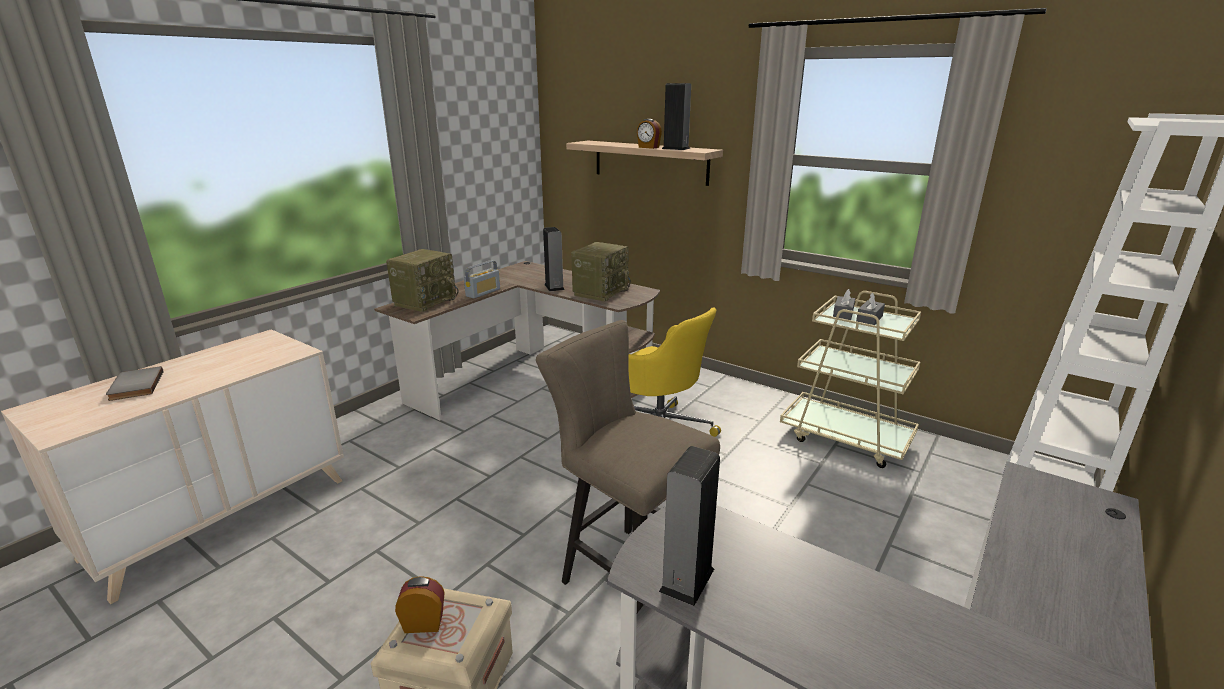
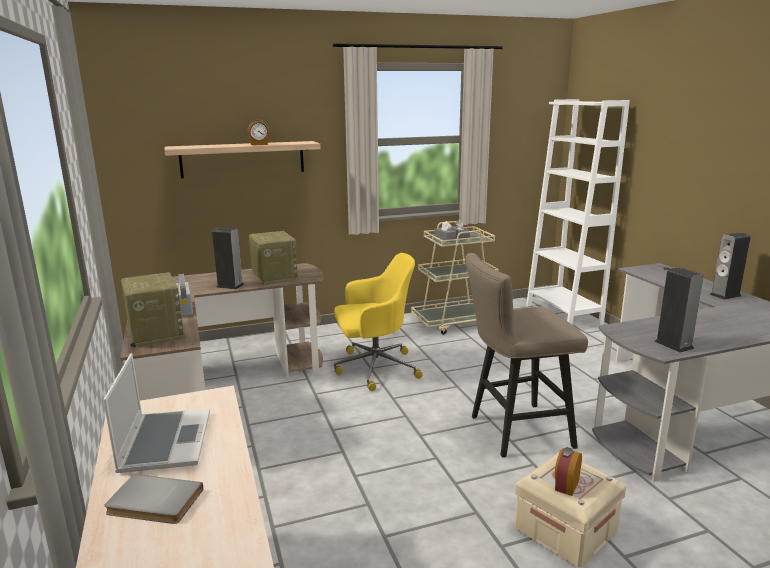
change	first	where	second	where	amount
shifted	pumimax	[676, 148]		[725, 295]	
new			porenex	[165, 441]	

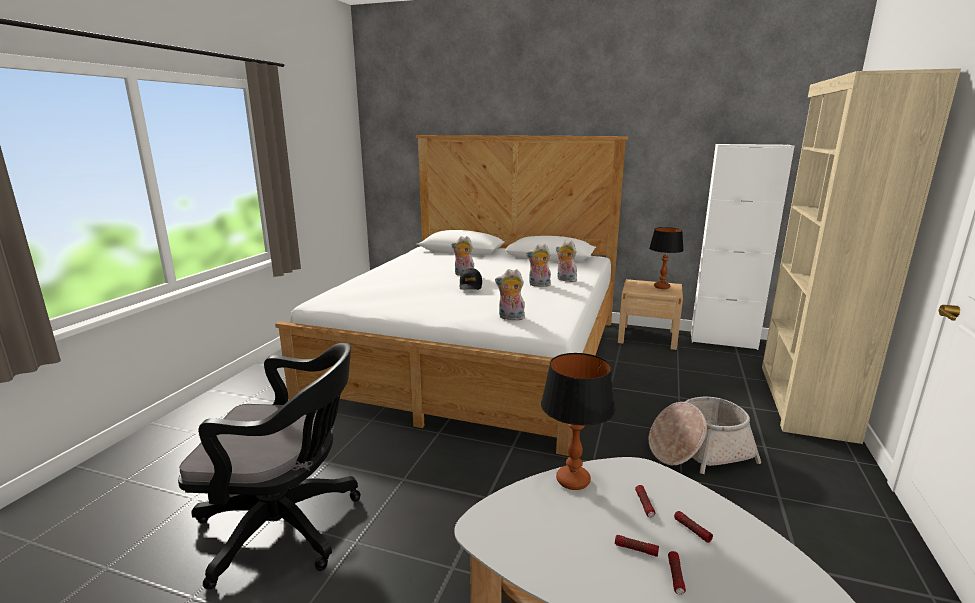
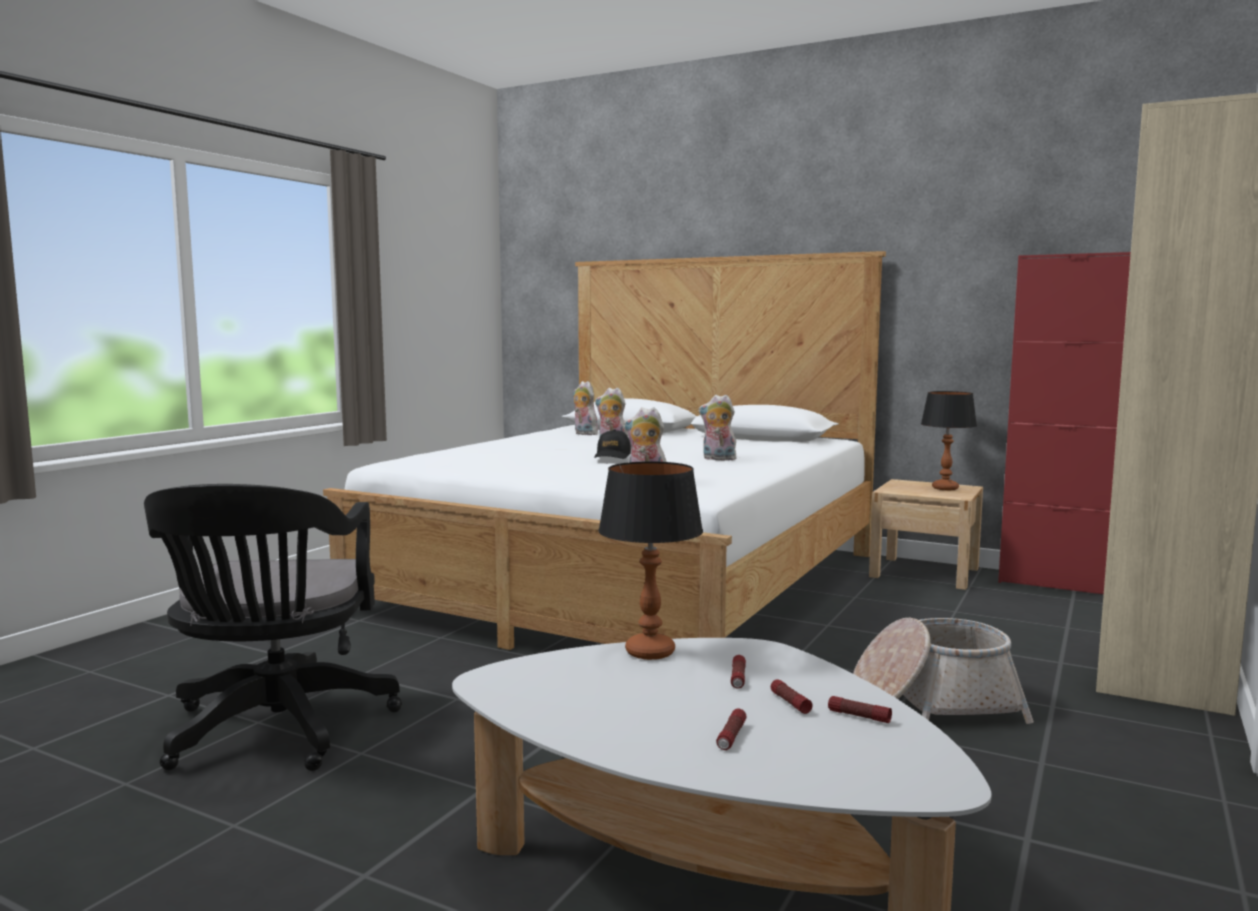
change	first	where	second	where	amount
repainted	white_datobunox	[723, 341]	red_datobunox	[1056, 583]	
shifted	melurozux	[565, 280]		[584, 434]	
rotated	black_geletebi	[287, 527]		[276, 732]	75 degrees clockwise
shifted	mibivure	[636, 549]		[859, 716]	

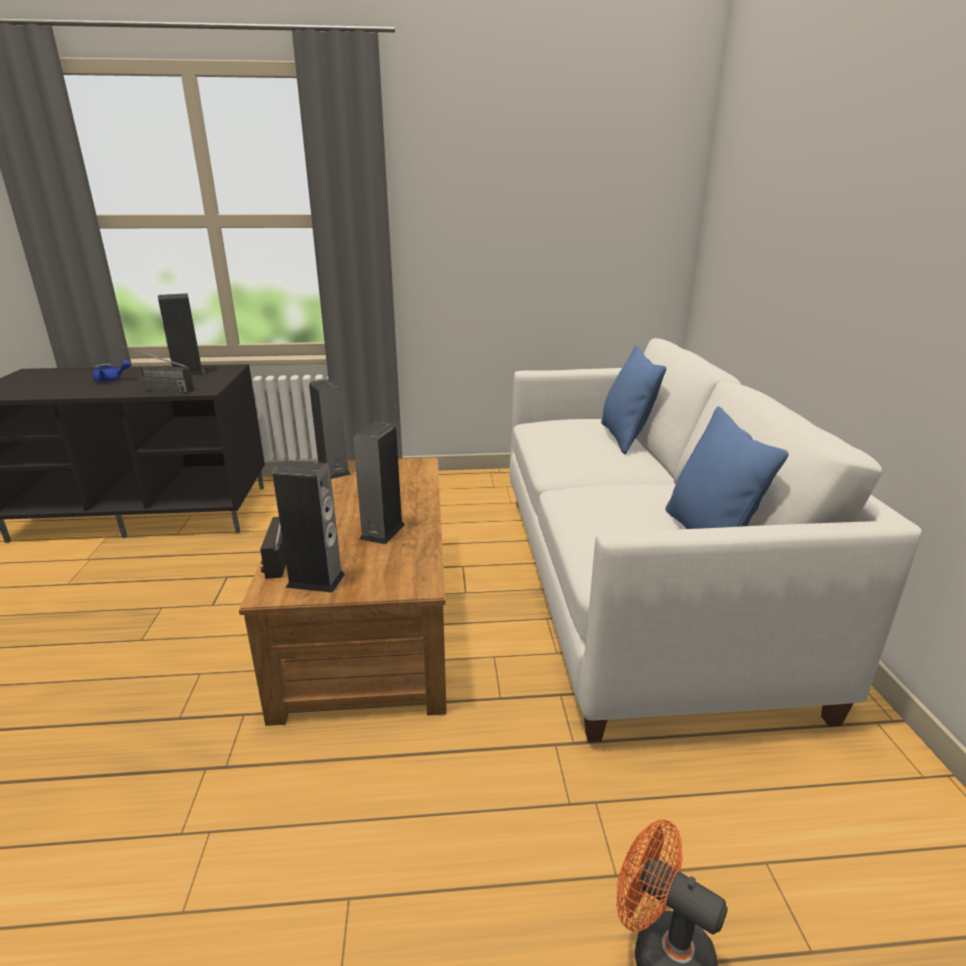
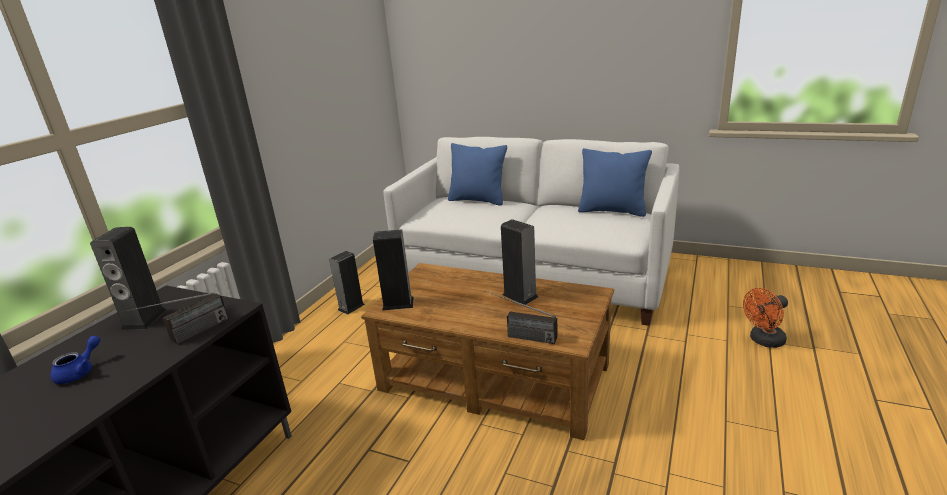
change	first	where	second	where	amount
shifted	pumimax	[315, 580]		[351, 307]	

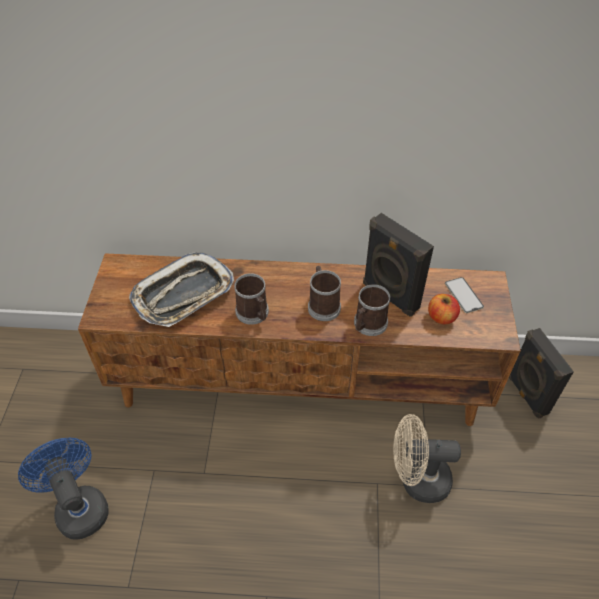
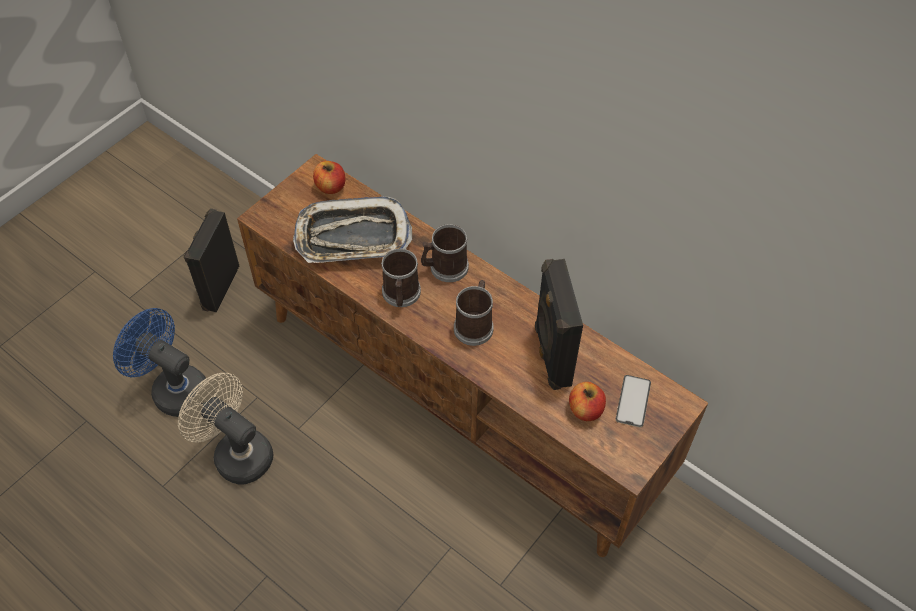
change	first	where	second	where	amount
shifted	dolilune	[368, 325]		[444, 268]	
shifted	black_pumimax	[526, 395]		[219, 287]	
shifted	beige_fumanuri	[417, 480]		[236, 453]	
rotated	blue_fumanuri	[79, 506]		[173, 388]	60 degrees counterclockwise
new			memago	[331, 187]	

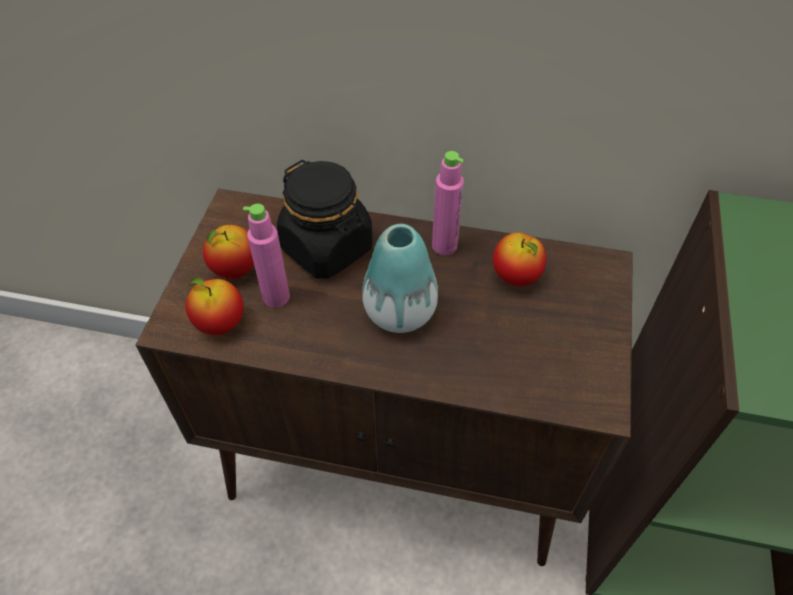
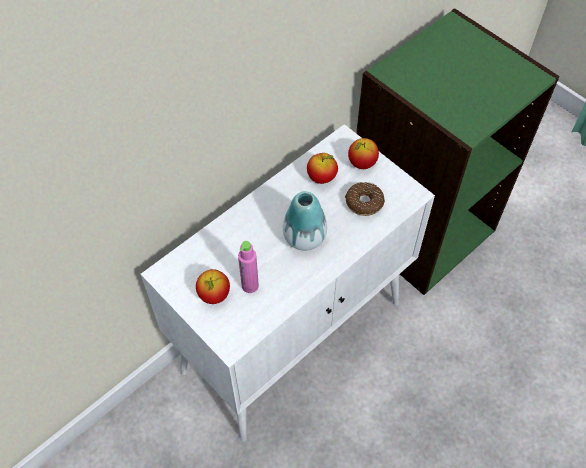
change	first	where	second	where	amount
gone	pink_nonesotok	[444, 245]			
gone	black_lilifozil	[327, 248]			
repainted	brown_datobunox	[400, 466]	white_datobunox	[294, 335]	
shifted	memago	[220, 323]		[362, 163]	
new			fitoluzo	[364, 202]	

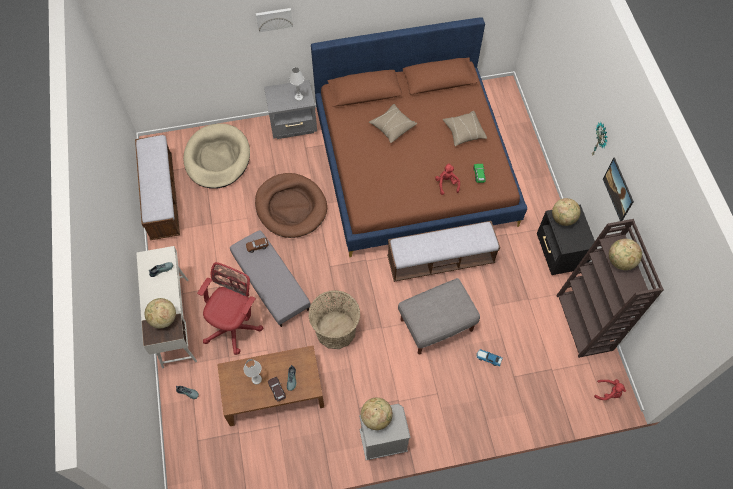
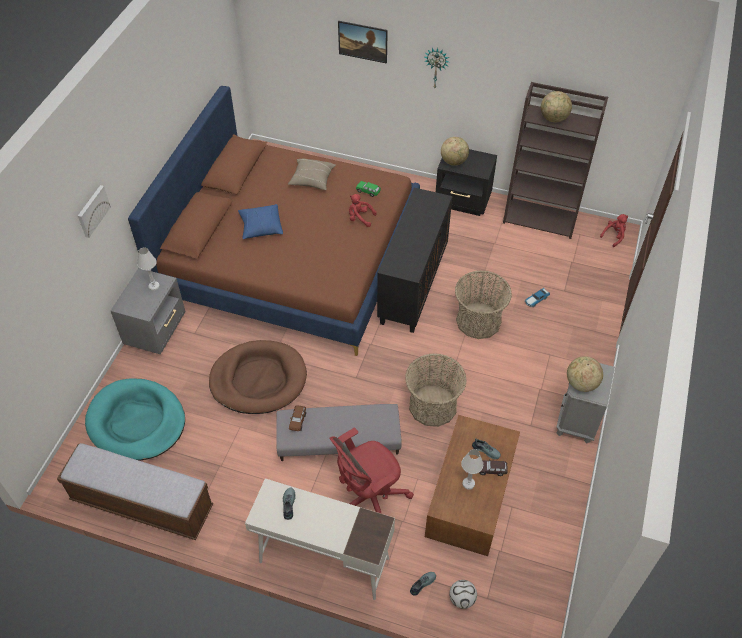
change	first	where	second	where	amount
repainted	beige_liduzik	[392, 127]	blue_liduzik	[261, 227]	
repainted	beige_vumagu	[217, 158]	turquoise_vumagu	[137, 422]	
shifted	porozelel	[615, 194]		[363, 49]	
swapped	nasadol	[440, 261]	black_datobunox	[412, 286]	
rotated	red_geletebi	[235, 325]		[368, 498]	90 degrees counterclockwise
swapped	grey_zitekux	[437, 324]	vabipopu	[478, 321]	
gone	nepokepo	[163, 319]			
new			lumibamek	[462, 599]	

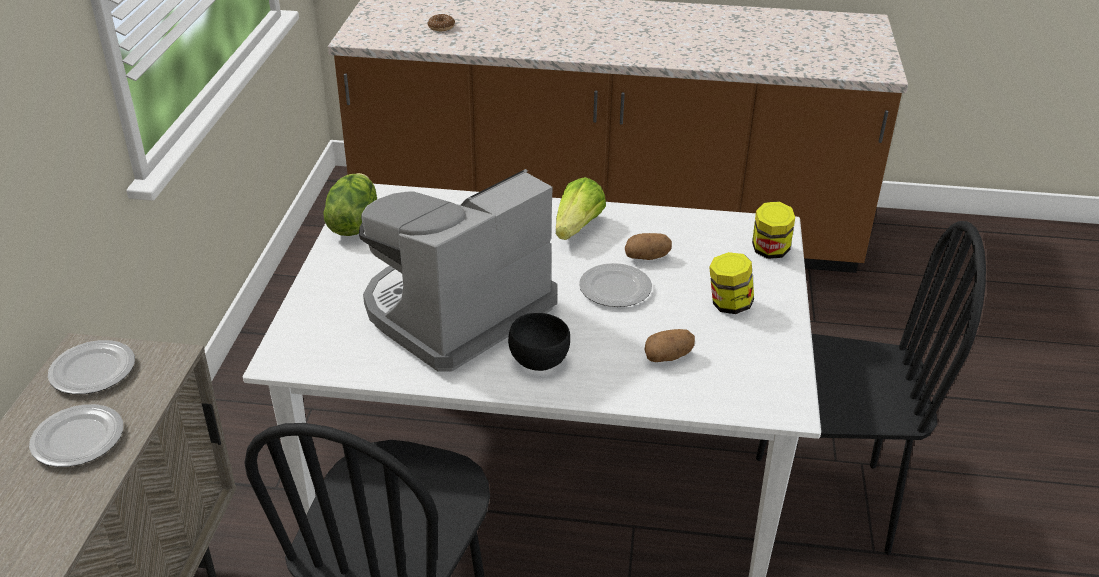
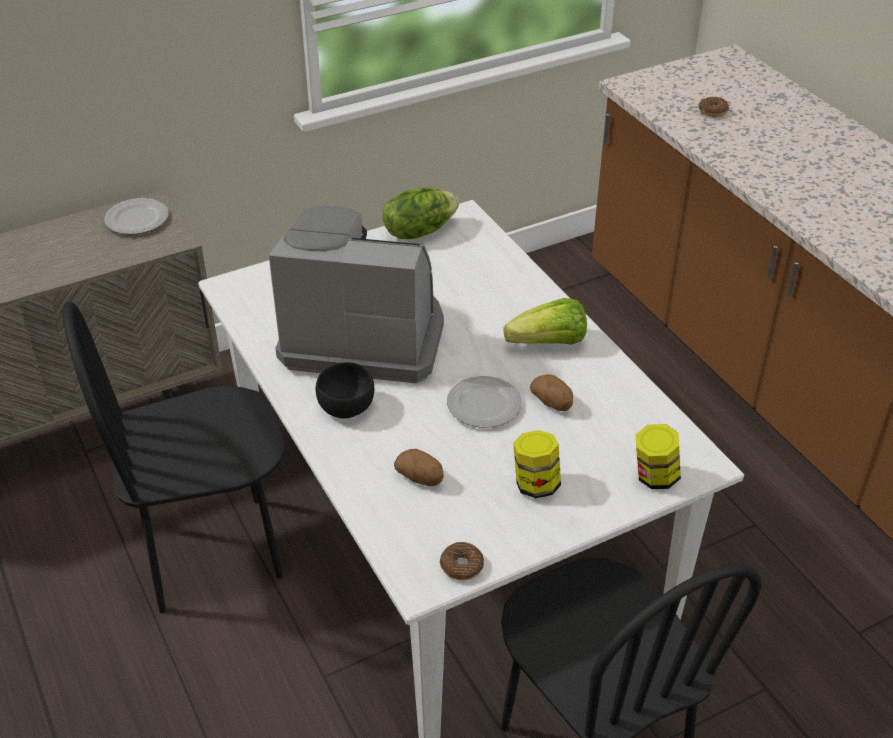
change	first	where	second	where	amount
gone	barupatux	[77, 439]			
new			fitoluzo	[461, 566]	

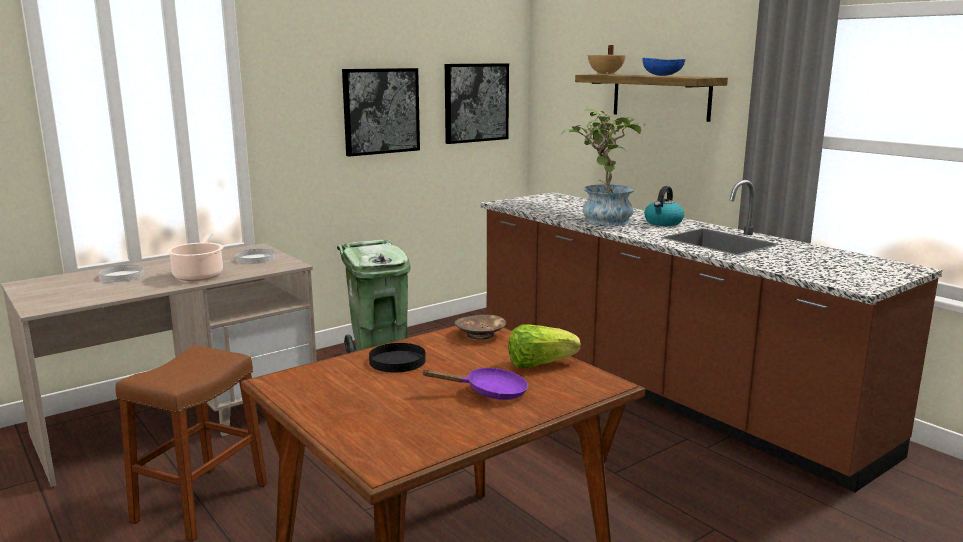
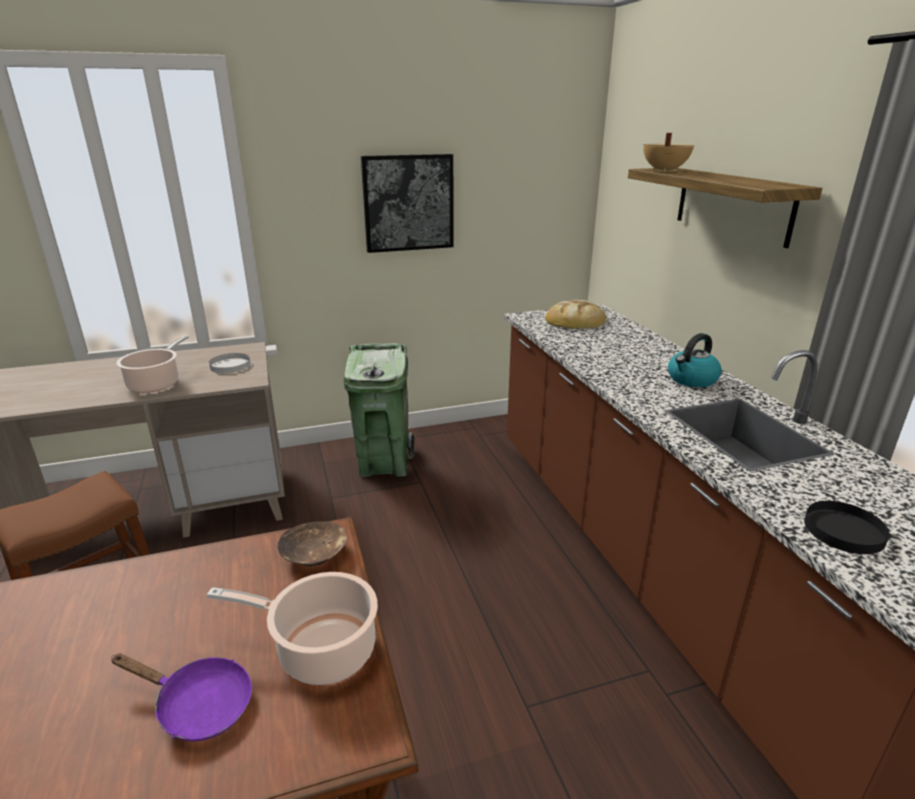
change	first	where	second	where	amount
gone	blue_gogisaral	[663, 75]			
gone	porozelel	[476, 102]			
gone	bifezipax	[602, 219]			
gone	white_barupatux	[121, 276]			
swapped	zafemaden	[539, 364]	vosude	[320, 649]	
shifted	black_barupatux	[397, 361]		[844, 530]	
new			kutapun	[575, 320]	

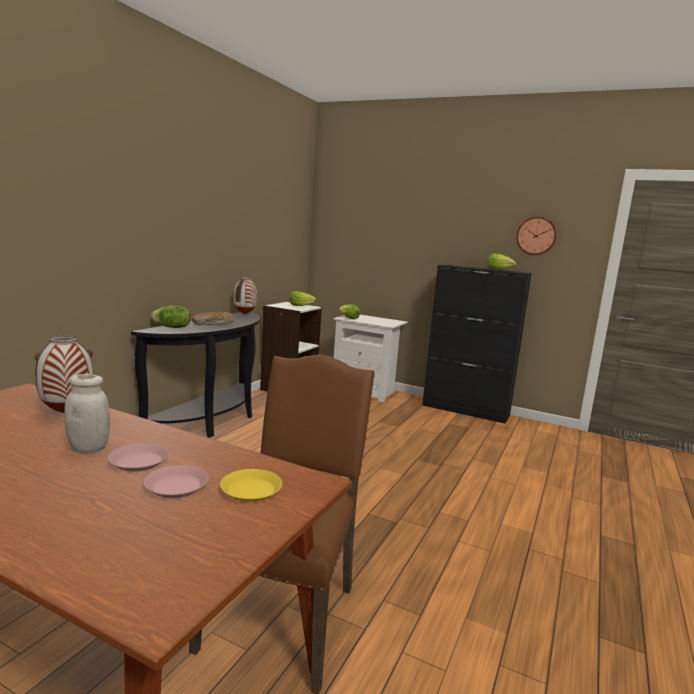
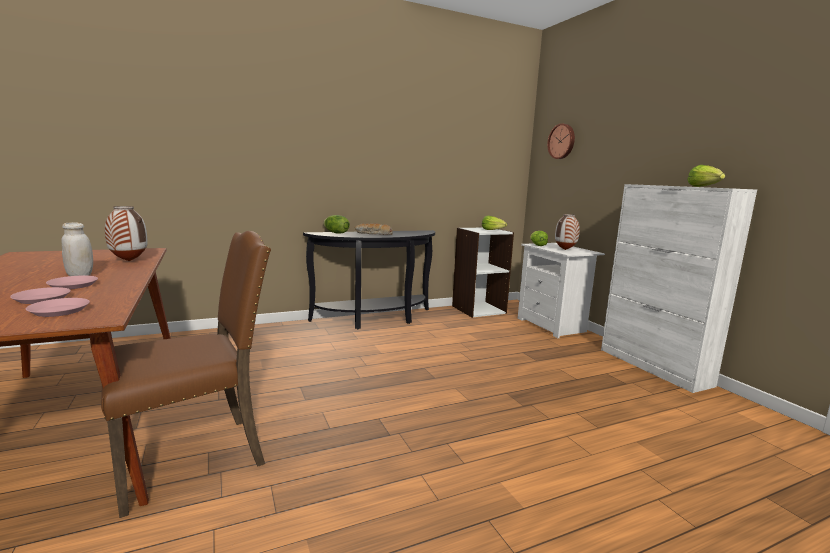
change	first	where	second	where	amount
shifted	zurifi	[536, 236]		[562, 141]	
repainted	black_datobunox	[466, 410]	white_datobunox	[654, 367]	
shifted	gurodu	[244, 314]		[565, 250]	
repainted	yellow_barupatux	[251, 490]	pink_barupatux	[59, 311]	

